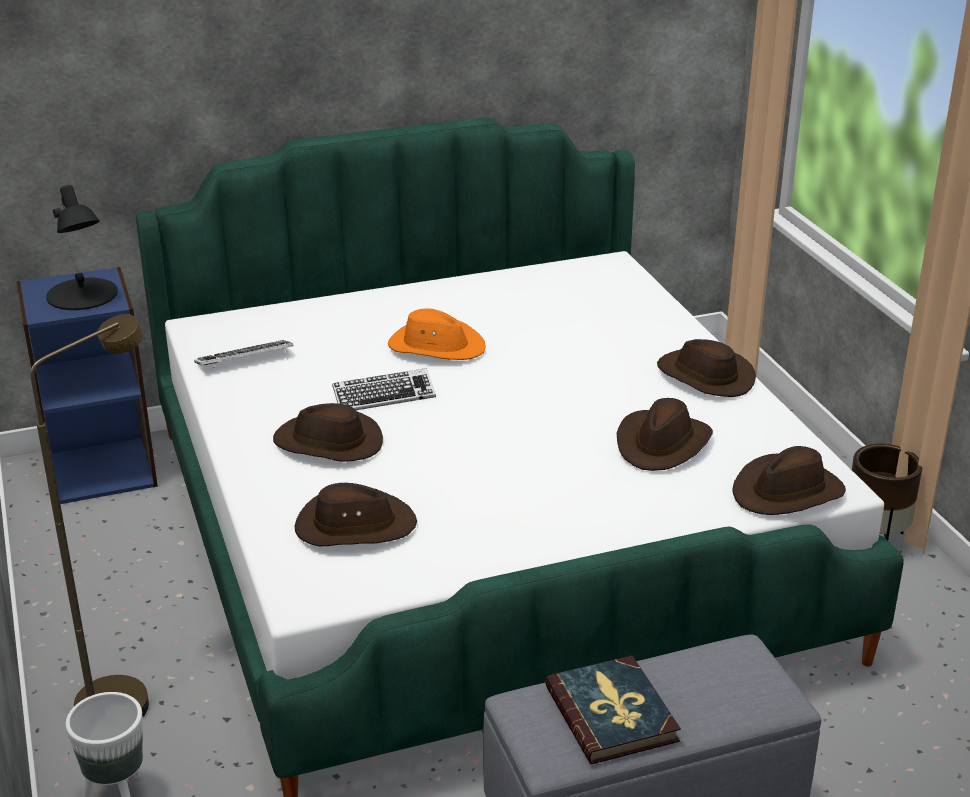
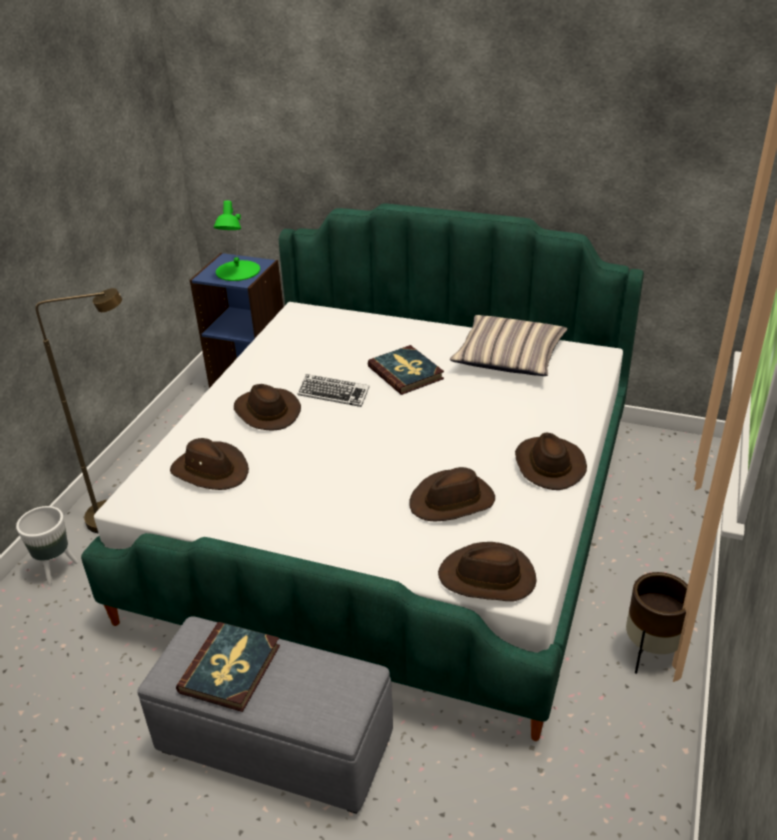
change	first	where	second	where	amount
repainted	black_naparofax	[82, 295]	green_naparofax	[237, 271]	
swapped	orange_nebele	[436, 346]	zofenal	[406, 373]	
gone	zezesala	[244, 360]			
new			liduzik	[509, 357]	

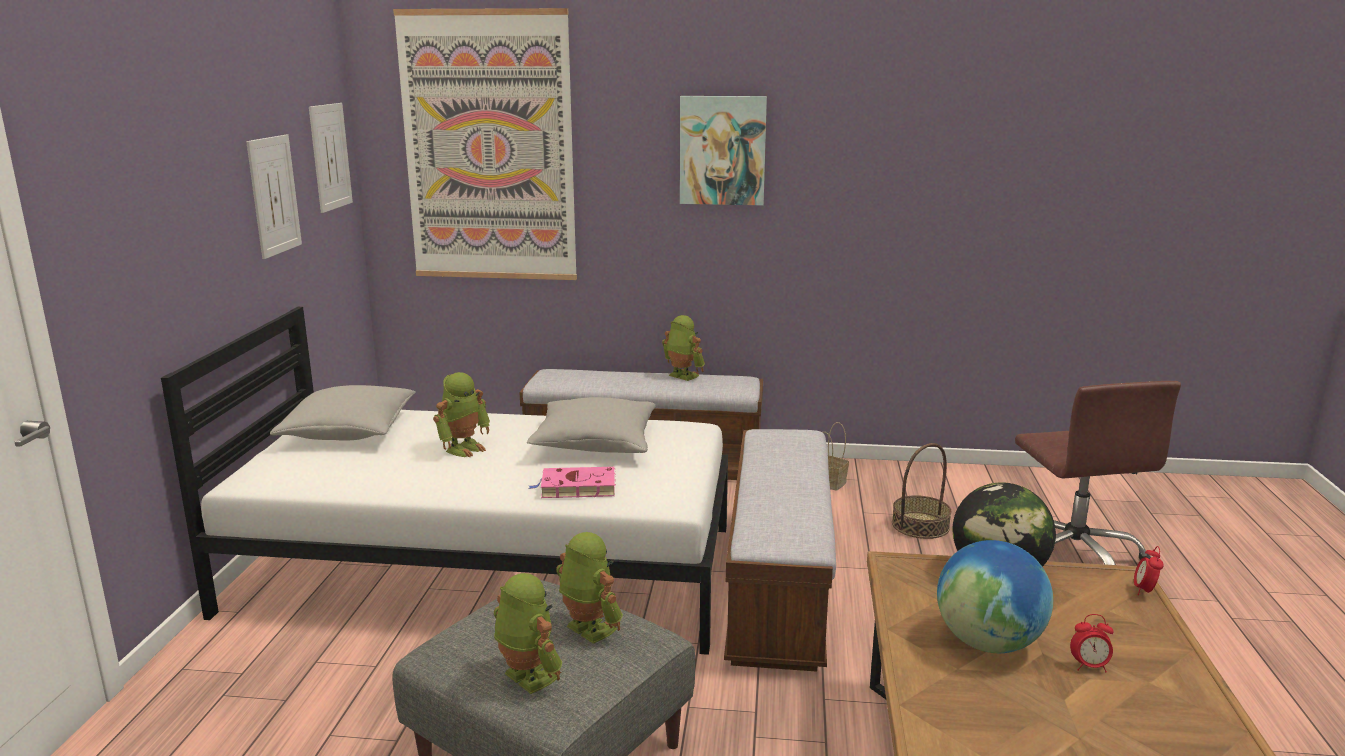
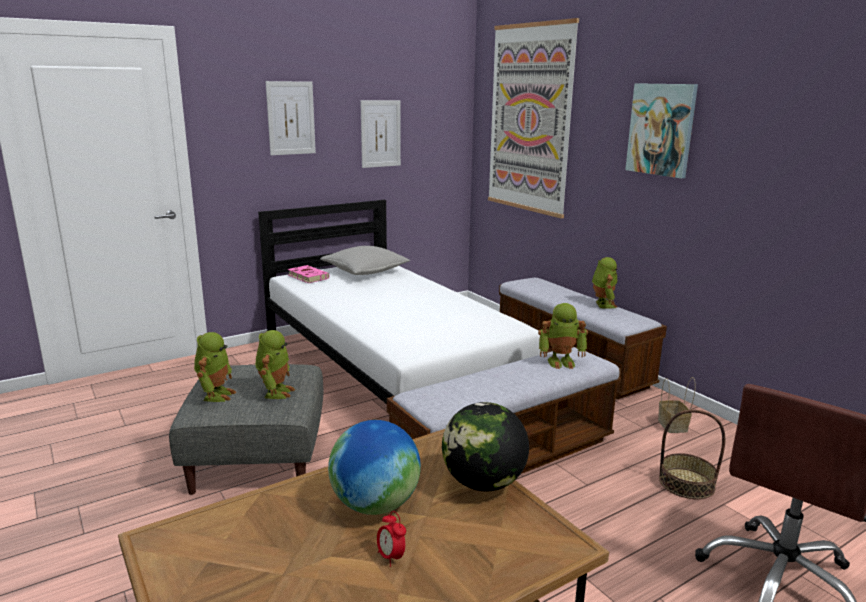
change	first	where	second	where	amount
shifted	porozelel	[330, 157]		[291, 118]	
shifted	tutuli	[464, 448]		[561, 362]	
gone	grey_liduzik	[595, 444]			
shifted	pink_zofenal	[576, 488]		[307, 277]	
gone	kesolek	[1144, 591]			

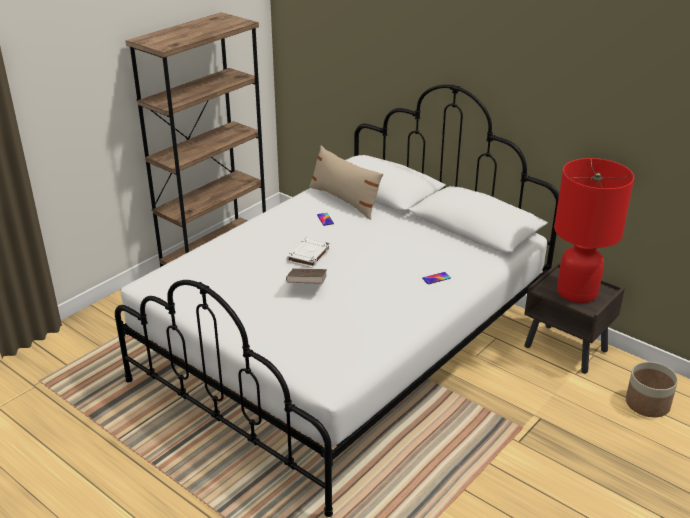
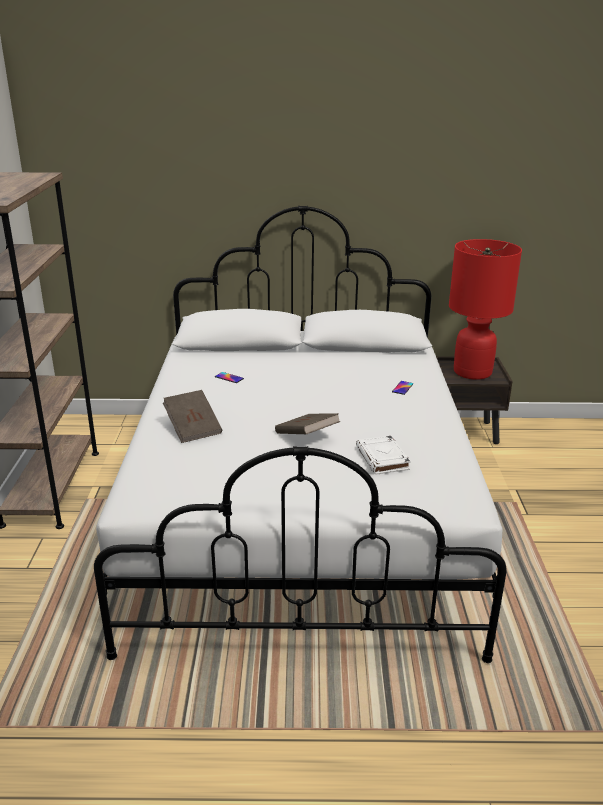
change	first	where	second	where	amount
gone	beige_liduzik	[344, 200]			
shifted	white_zofenal	[308, 256]		[383, 459]	
gone	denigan	[647, 404]			
new			brown_zofenal	[193, 428]	

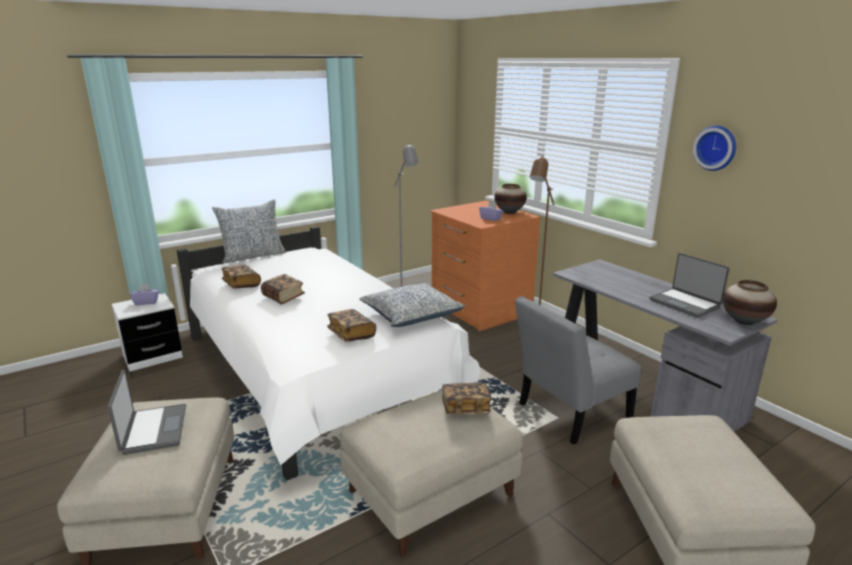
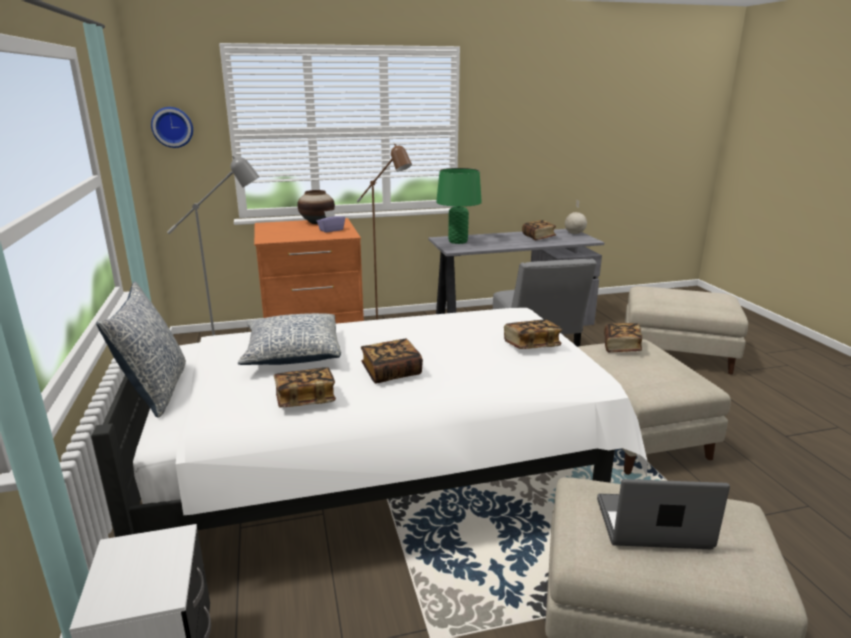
change	first	where	second	where	amount
shifted	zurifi	[716, 148]		[172, 127]	
swapped	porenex	[685, 303]	zofenal	[538, 237]	
swapped	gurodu	[744, 321]	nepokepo	[574, 233]	
shifted	liduzik	[411, 315]		[292, 353]	
gone	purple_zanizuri	[146, 302]			
new			green_naparofax	[458, 241]	

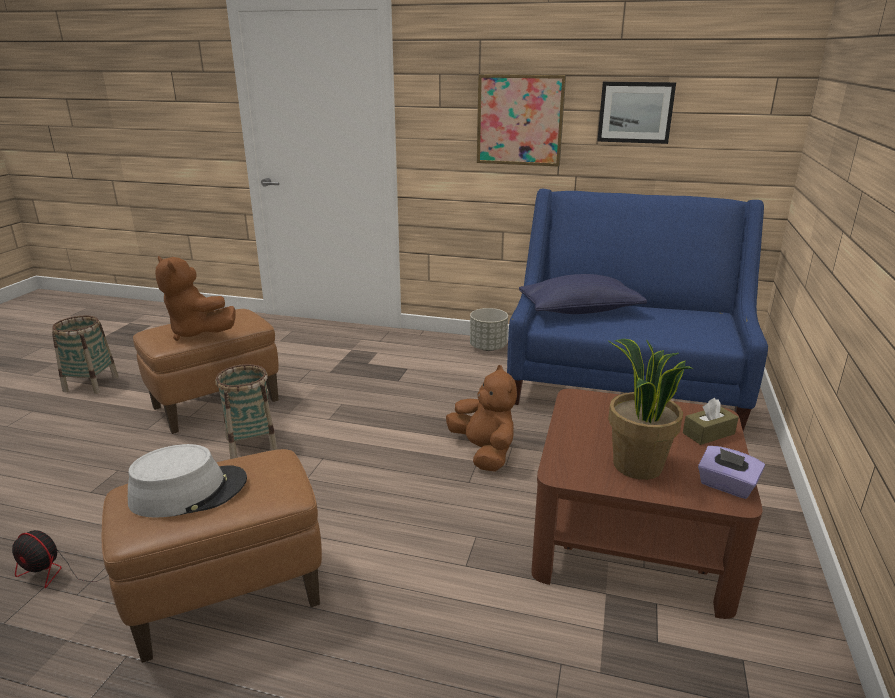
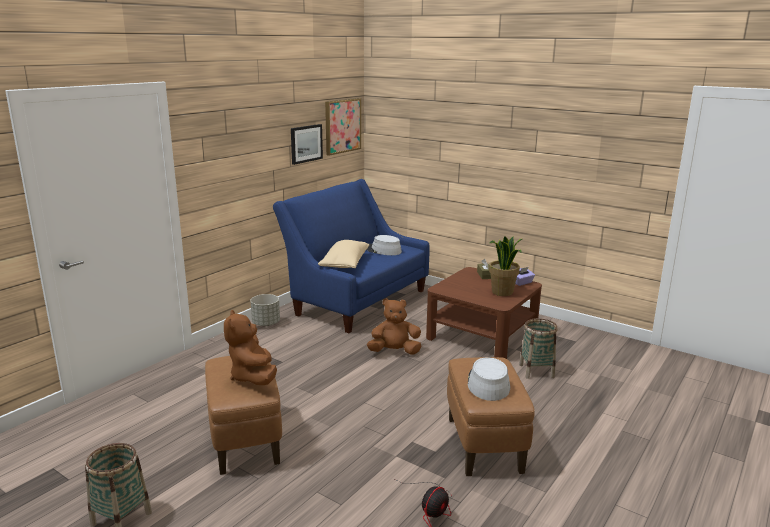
change	first	where	second	where	amount
shifted	porozelel	[520, 120]		[342, 126]	
rotated	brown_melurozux	[198, 332]		[253, 377]	105 degrees clockwise
repainted	blue_liduzik	[579, 310]	beige_liduzik	[344, 264]	
shifted	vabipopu	[251, 444]		[536, 371]	
new			grey_nebele	[383, 250]	

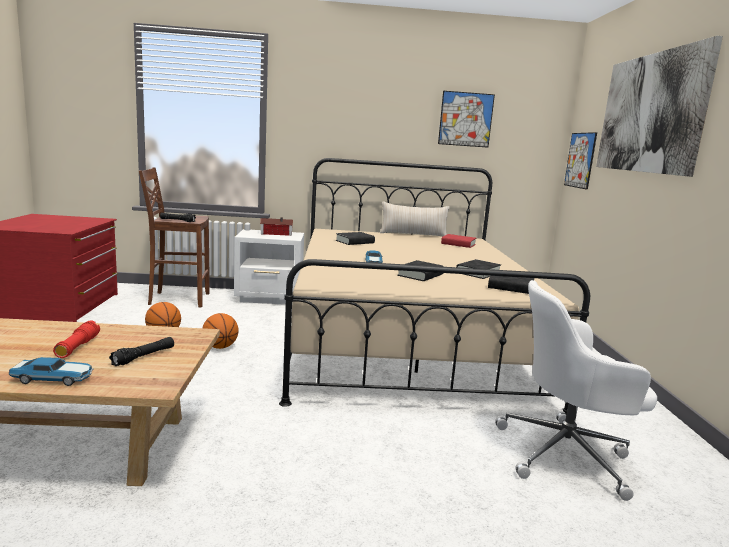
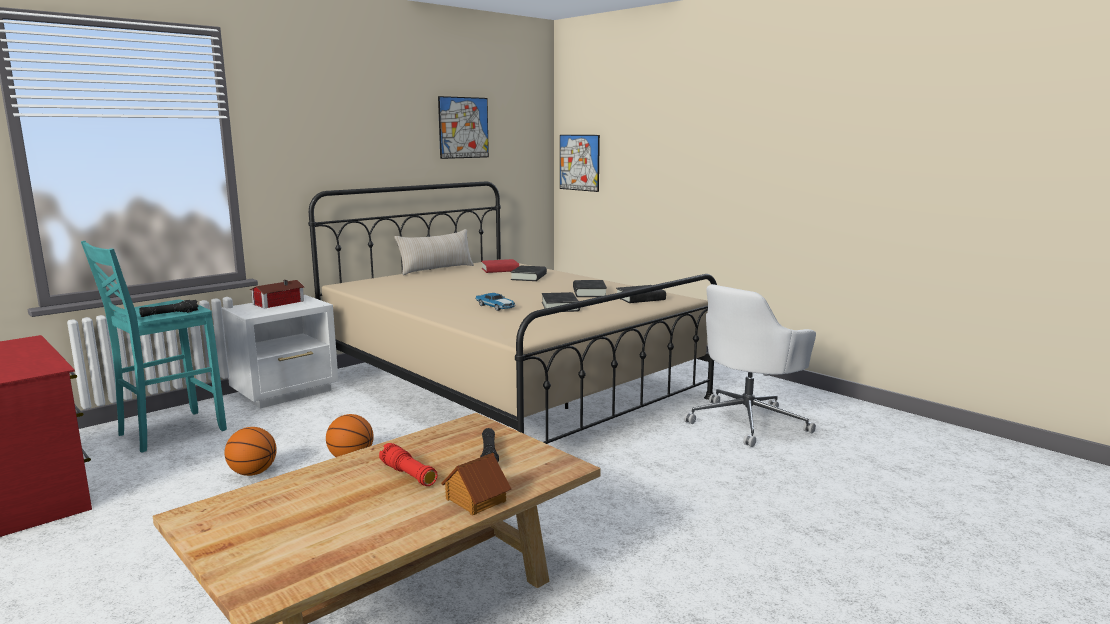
change	first	where	second	where	amount
gone	porozelel	[650, 113]			
repainted	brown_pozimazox	[178, 299]	turquoise_pozimazox	[168, 432]	
shifted	black_zofenal	[355, 242]		[528, 277]	
swapped	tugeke	[54, 379]	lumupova	[475, 500]	

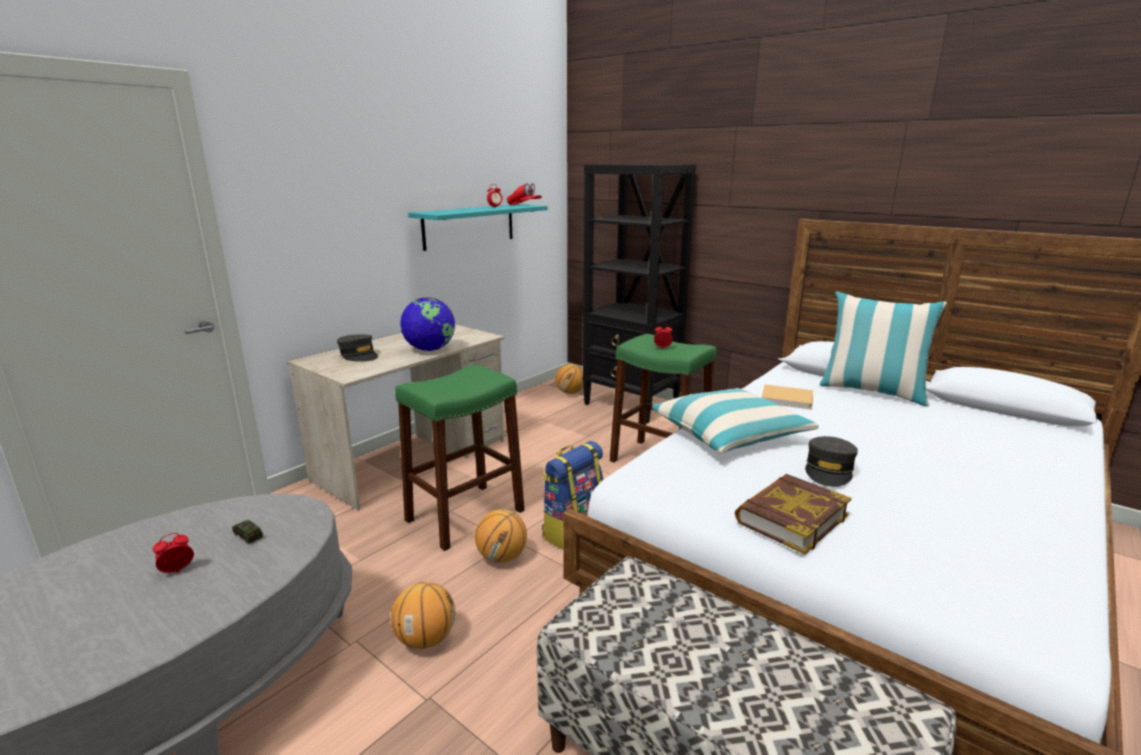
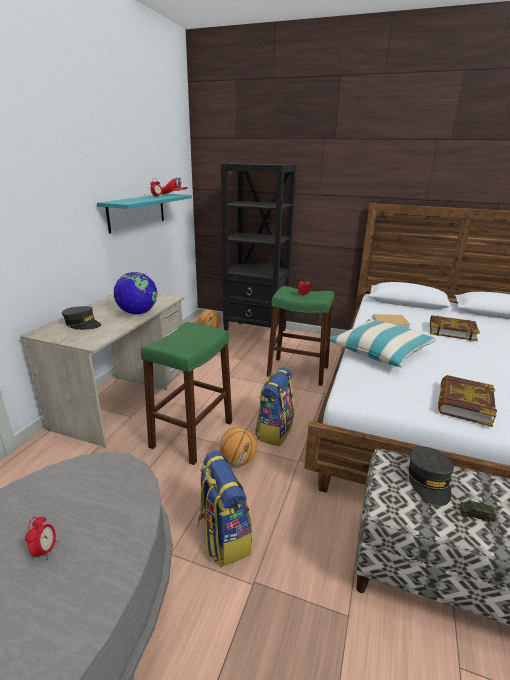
change	first	where	second	where	amount
gone	liduzik	[872, 391]			
shifted	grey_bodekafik	[829, 470]		[428, 481]	
shifted	tugeke	[248, 536]		[475, 514]	
rotated	kesolek	[177, 571]		[45, 550]	150 degrees clockwise
swapped	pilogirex	[426, 639]	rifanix	[223, 537]	
new			zofenal	[451, 331]	

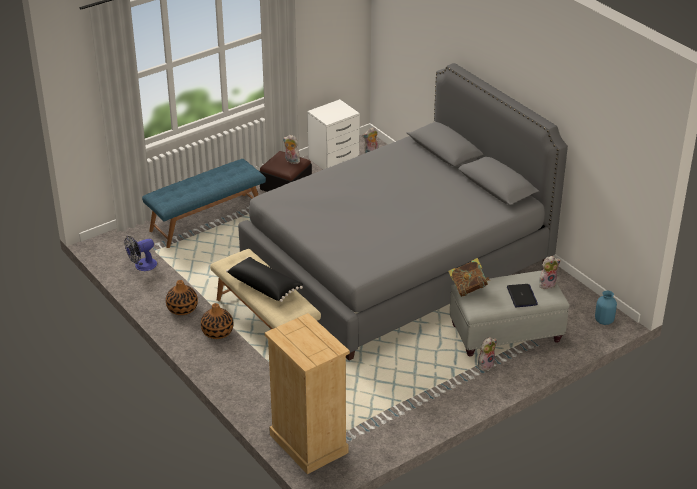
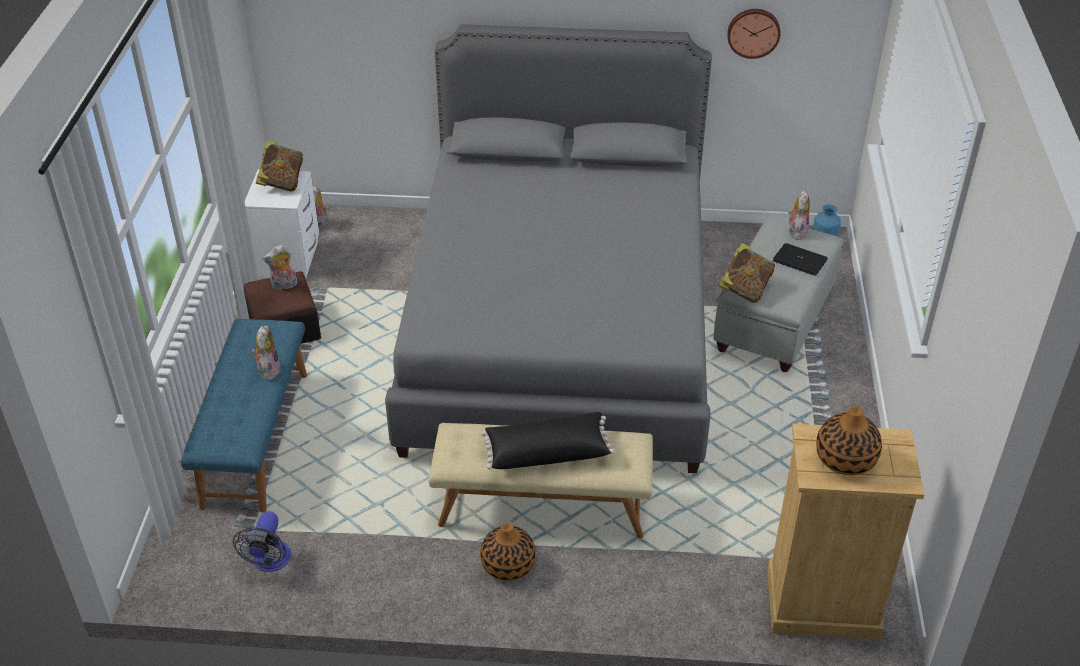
change	first	where	second	where	amount
shifted	gurodu	[182, 309]		[845, 459]	
shifted	melurozux	[485, 364]		[268, 370]	
new			zurifi	[753, 32]	
new			zofenal	[281, 182]	

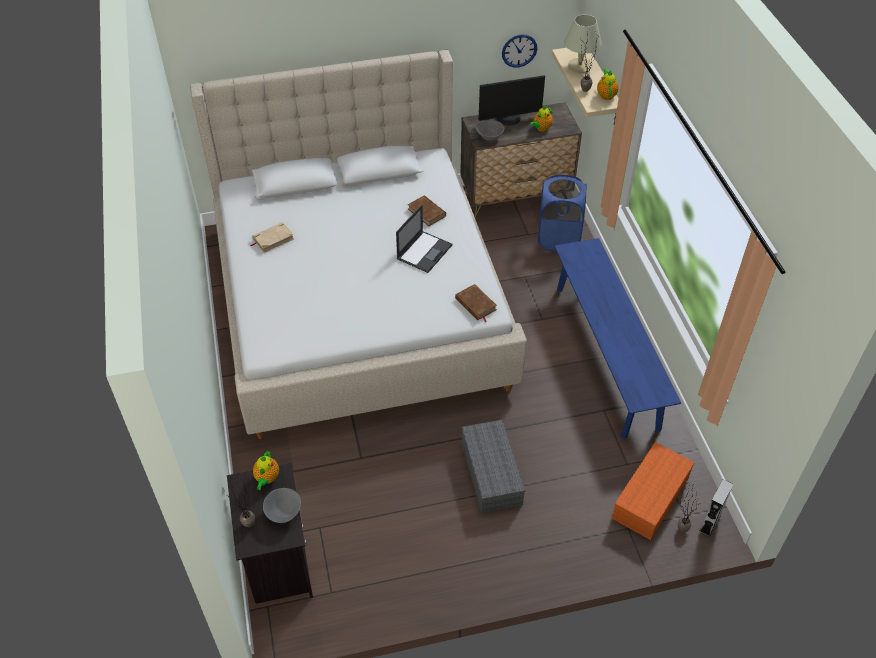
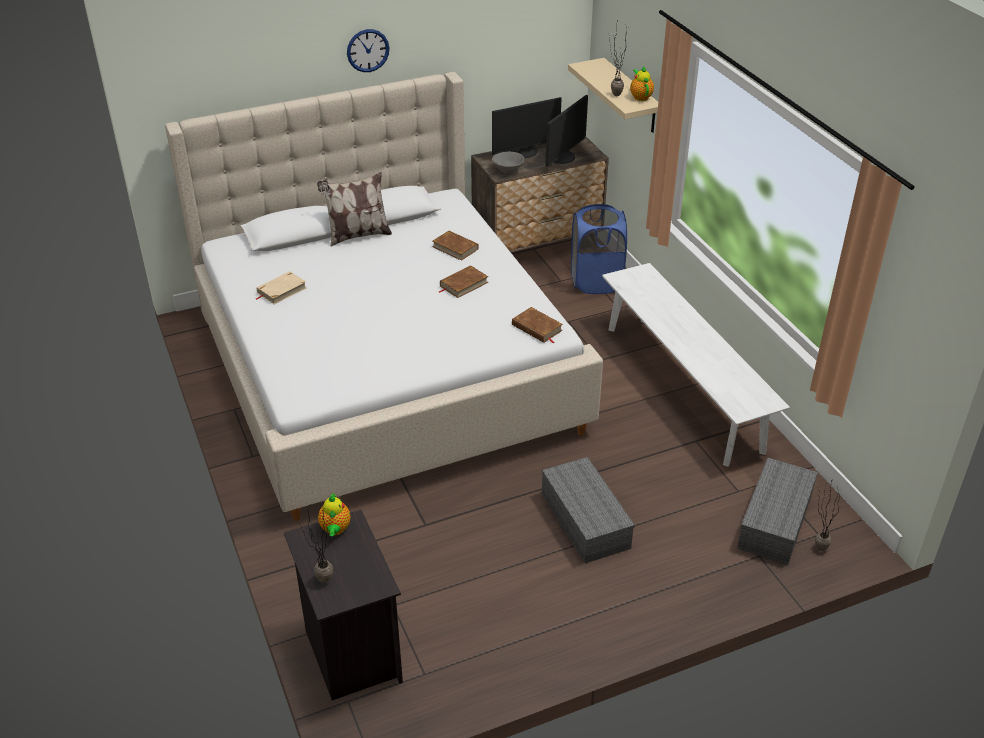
change	first	where	second	where	amount
gone	beige_naparofax	[580, 66]			
shifted	zurifi	[519, 50]		[368, 50]	
swapped	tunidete	[541, 128]	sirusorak	[562, 157]	
swapped	porenex	[424, 251]	brown_zofenal	[463, 284]	
repainted	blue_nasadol	[606, 355]	white_nasadol	[682, 387]	
repainted	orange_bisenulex	[650, 499]	grey_bisenulex	[775, 523]	
gone	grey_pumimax	[709, 523]			
gone	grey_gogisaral	[283, 513]			
new			liduzik	[357, 235]	

